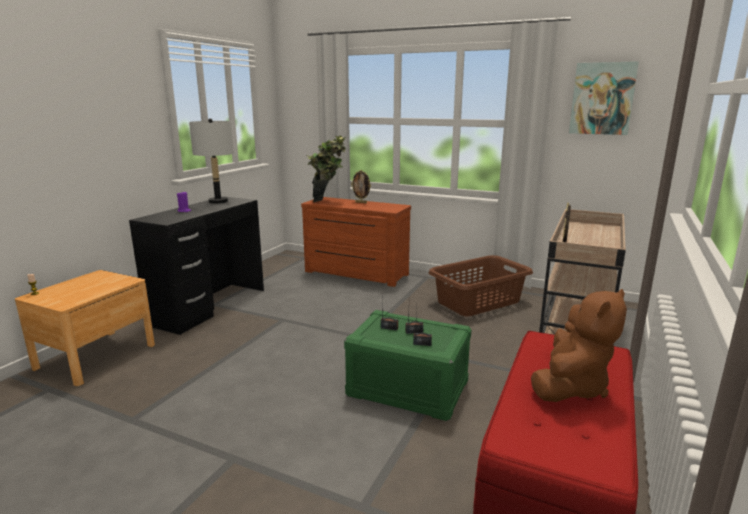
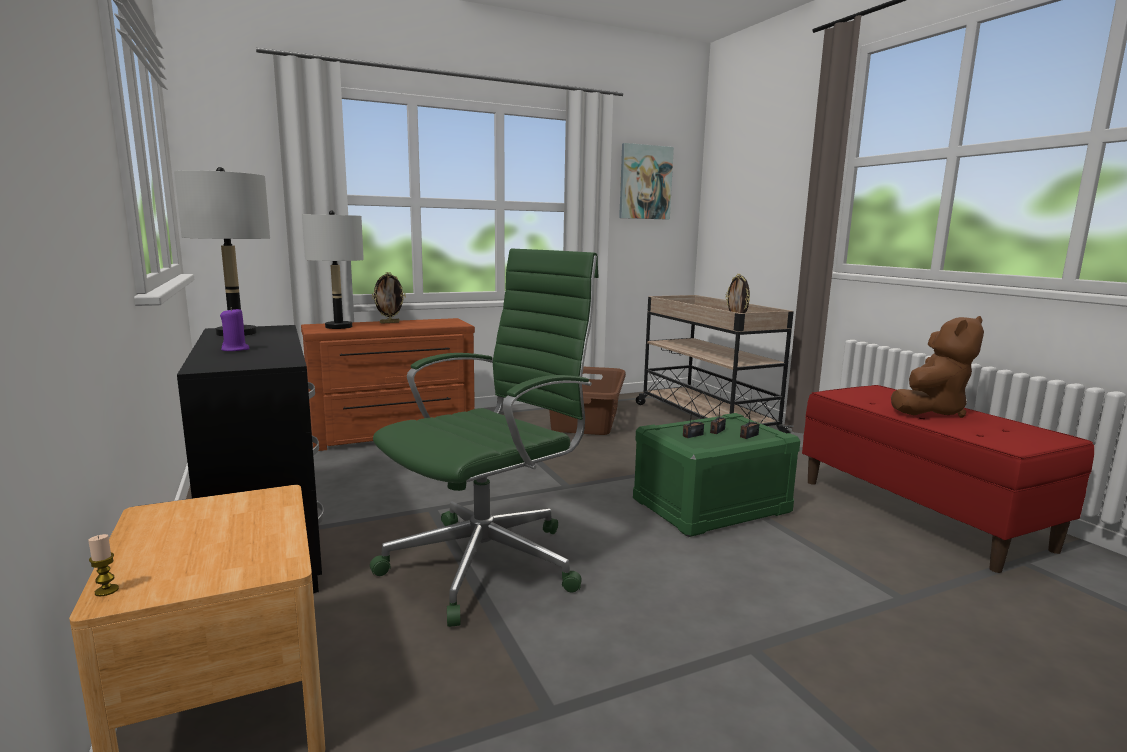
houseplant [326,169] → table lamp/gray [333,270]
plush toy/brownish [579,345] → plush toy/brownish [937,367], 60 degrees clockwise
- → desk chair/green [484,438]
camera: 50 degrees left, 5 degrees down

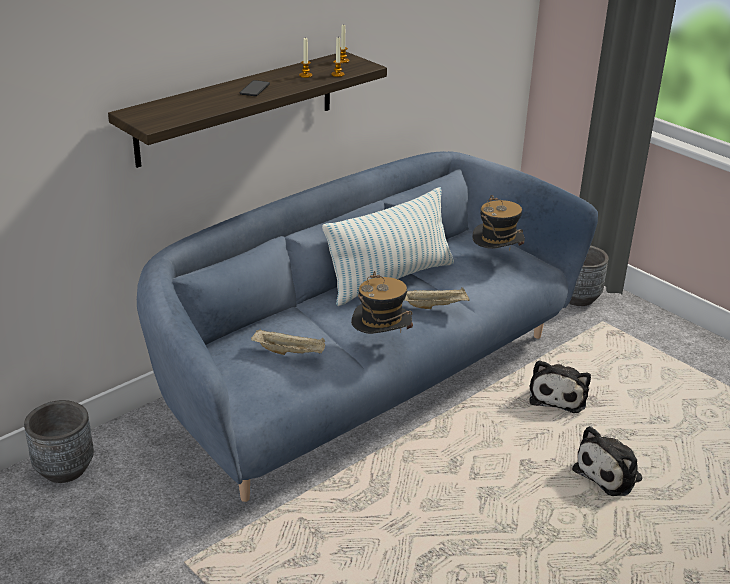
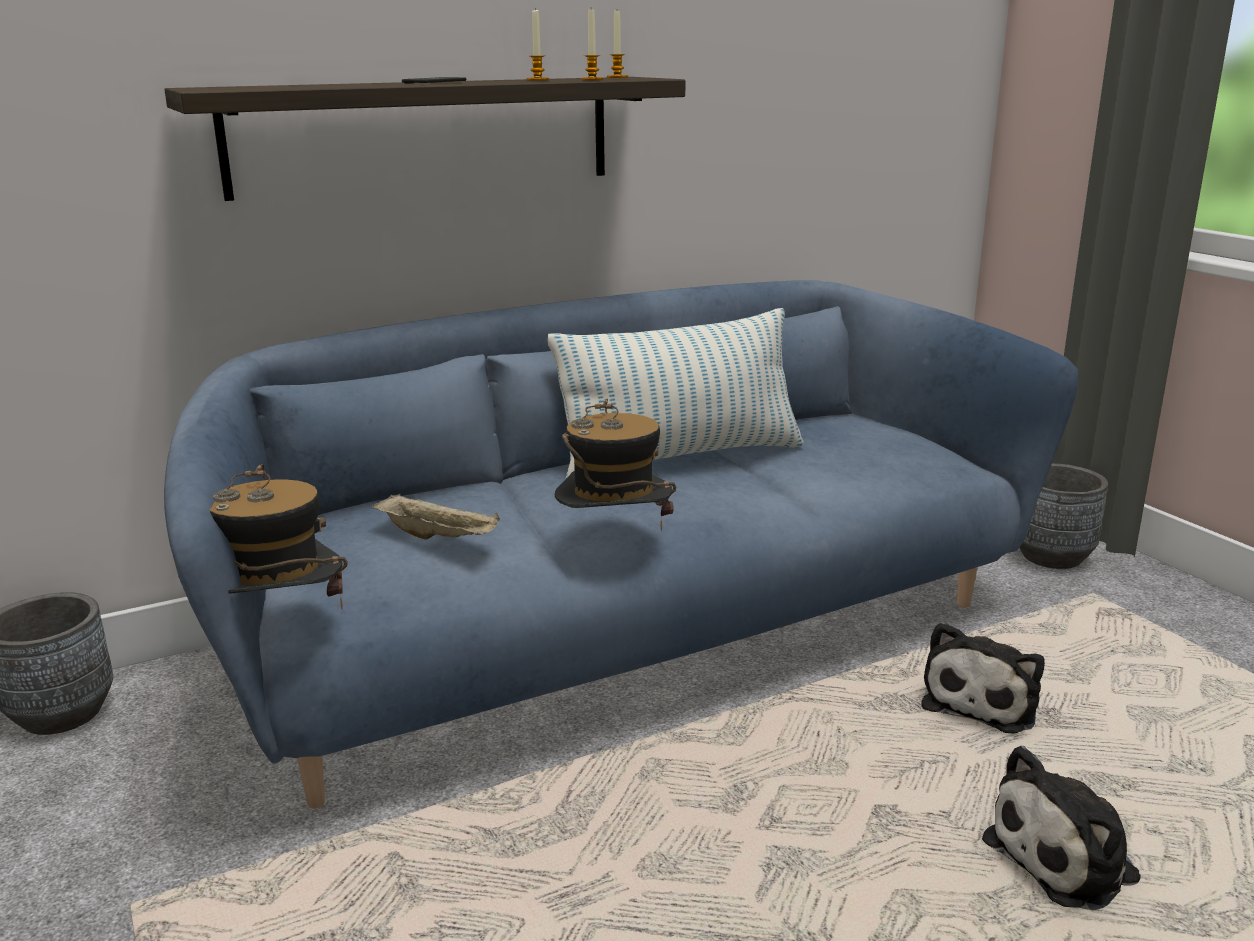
tray/beige [437,298] → -
hat [498,222] → hat [279,537], relocated
camera: 15 degrees right, 10 degrees down

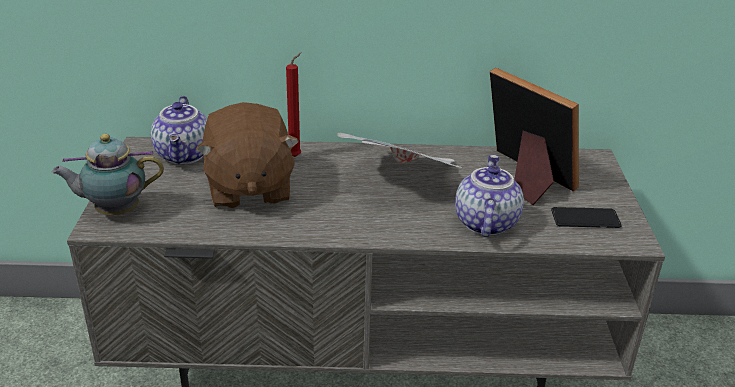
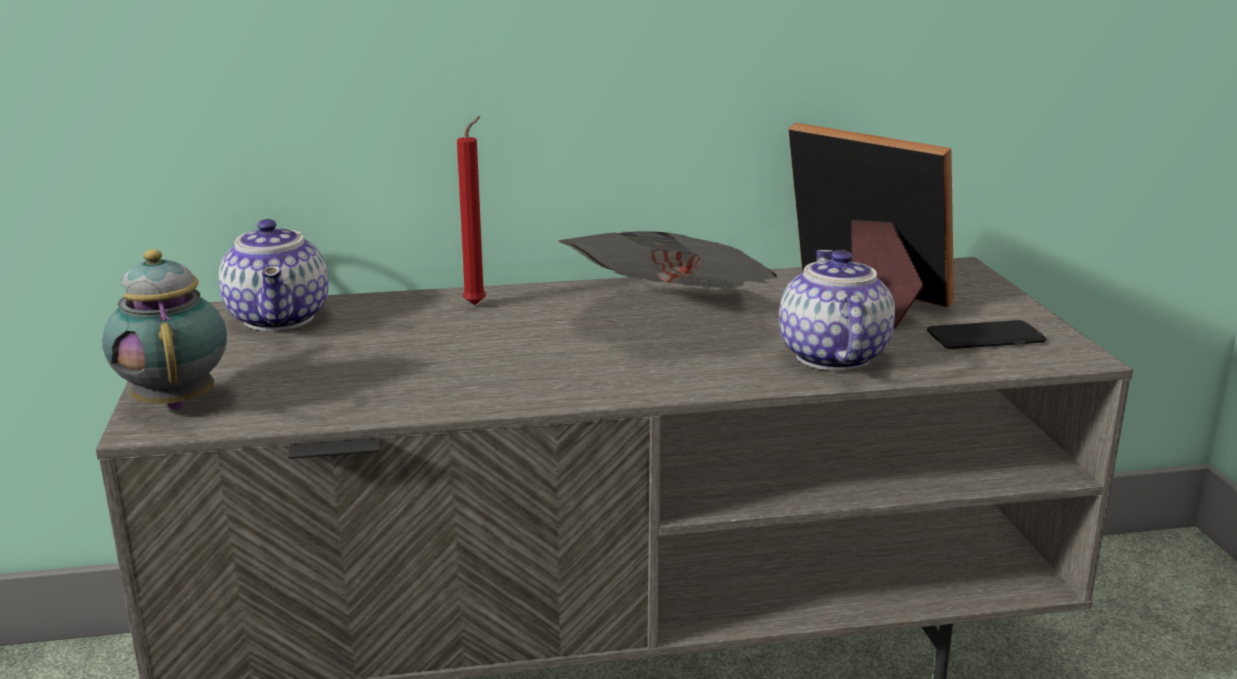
tea pot [107,174] → tea pot [164,329], 90 degrees clockwise
plush toy/brownish [247,155] → -
camera: 10 degrees left, 10 degrees down

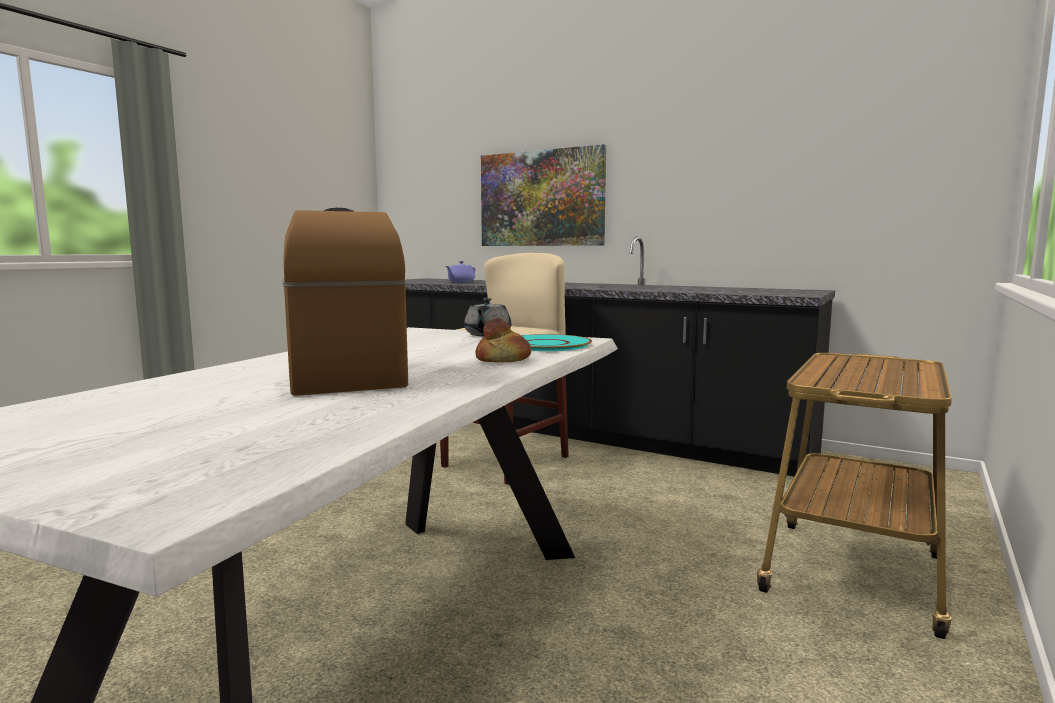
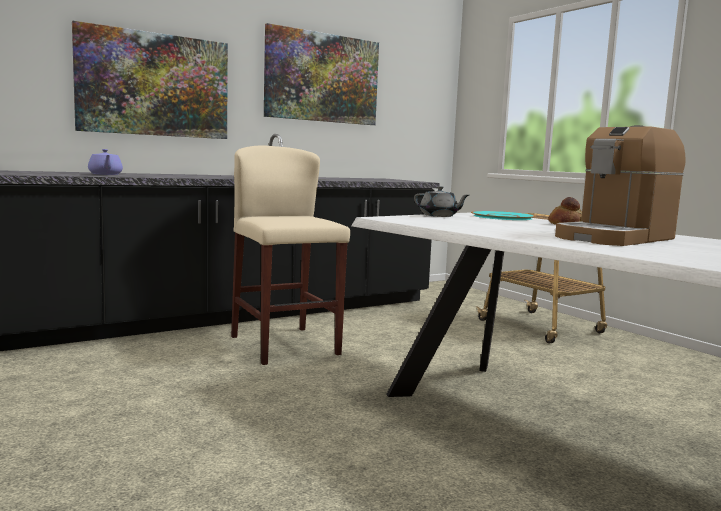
coffee machine [345,302] → coffee machine [620,185], 45 degrees counterclockwise
- → wall picture [321,74]
camera: 65 degrees left, 0 degrees up

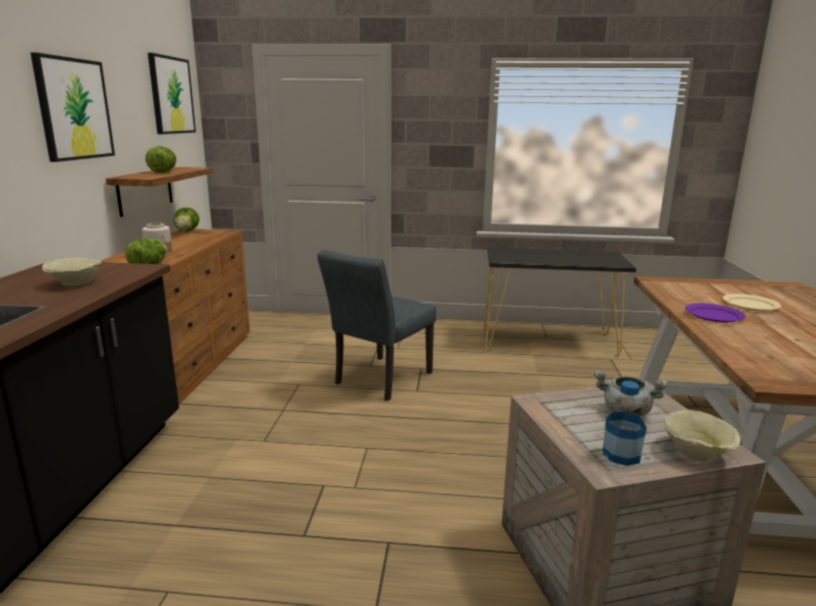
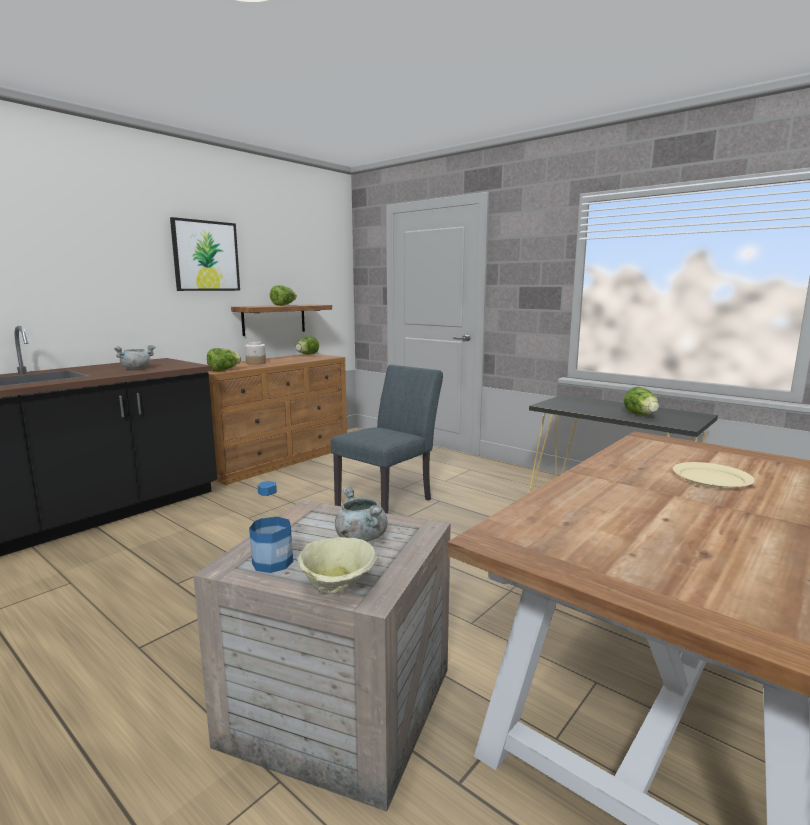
bowl/beige [72,272] → saucepot/gray [134,357]
wall picture [172,93] → -
upright chair/gray [376,325] → upright chair/gray [387,439], 150 degrees clockwise
dinner plate/purple [715,313] → -
- → lettuce head [641,401]
camera: 35 degrees right, 5 degrees down

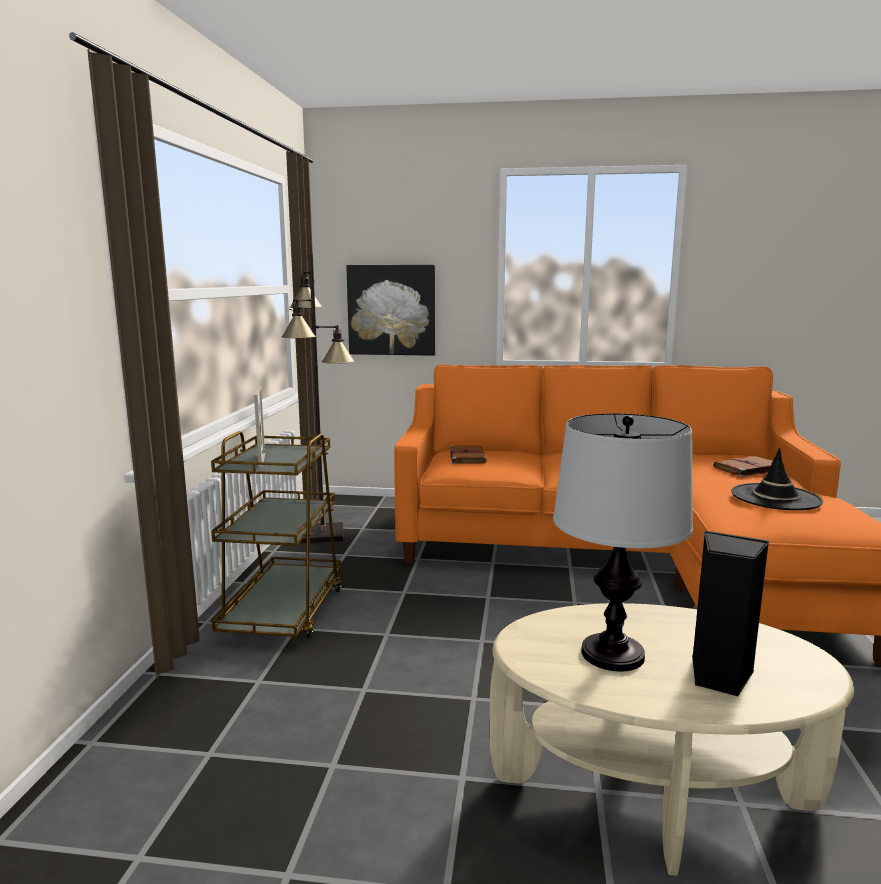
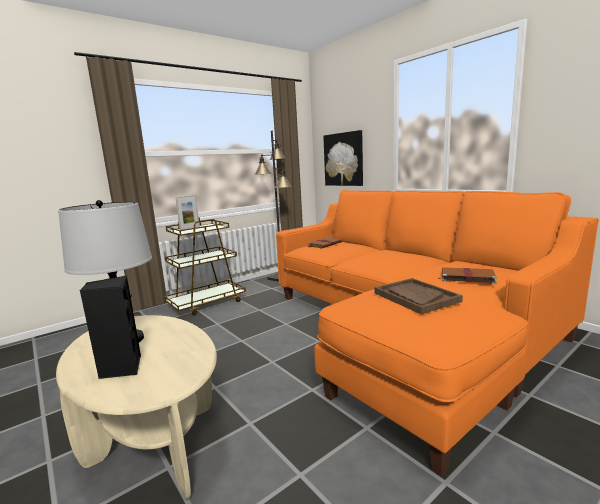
hat/blackish [777,479] → tray/brownish [418,296]
camera: 45 degrees right, 0 degrees up

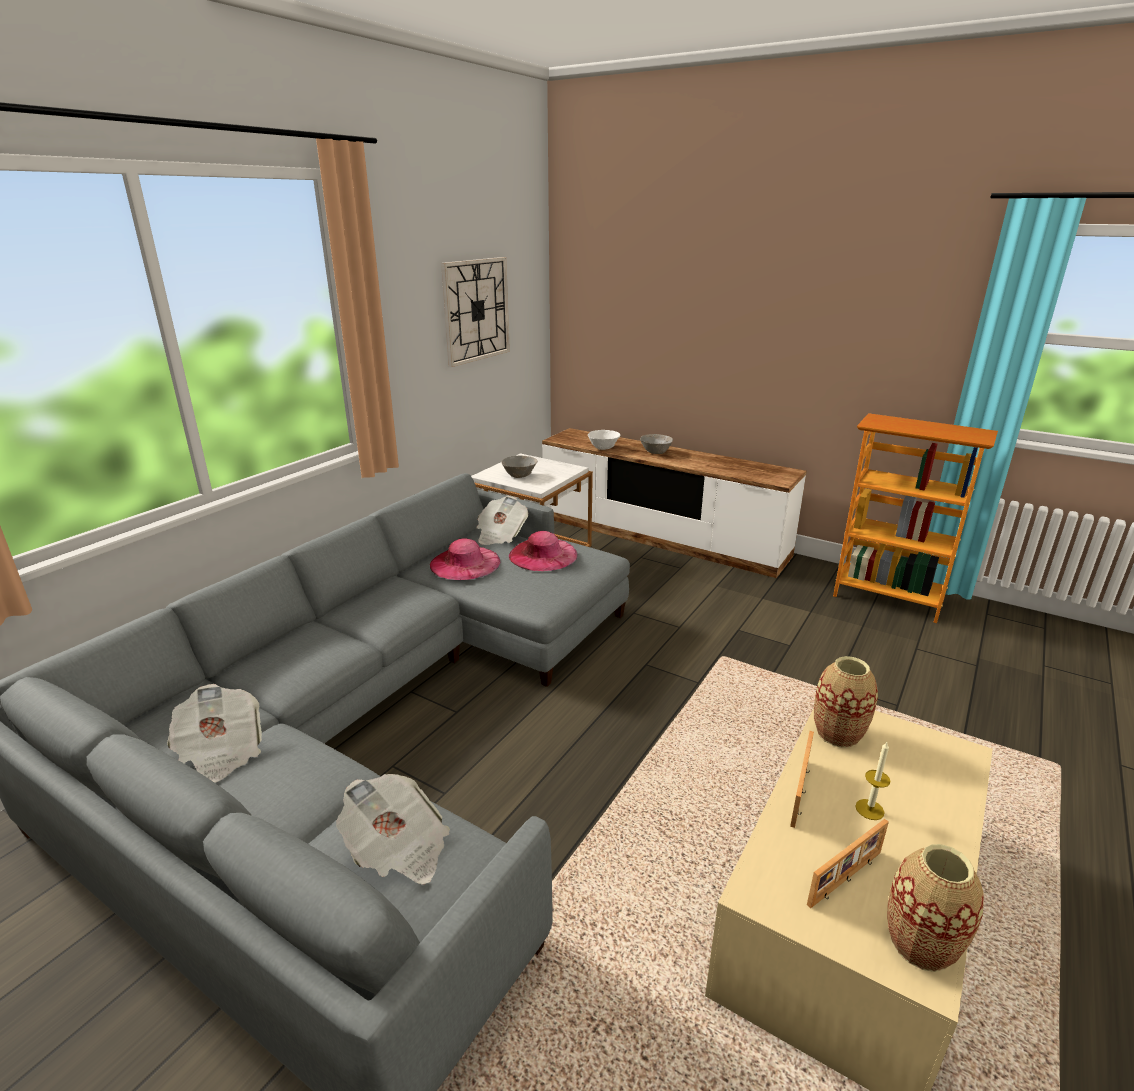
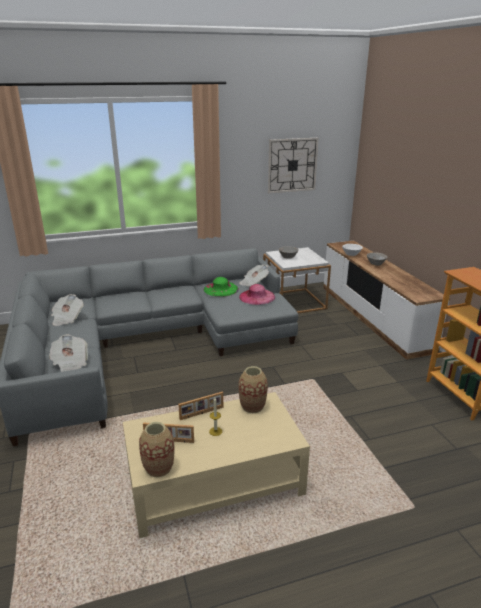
hat/pink-coloured [465,559] → hat/green [221,287]
camera: 40 degrees right, 0 degrees up

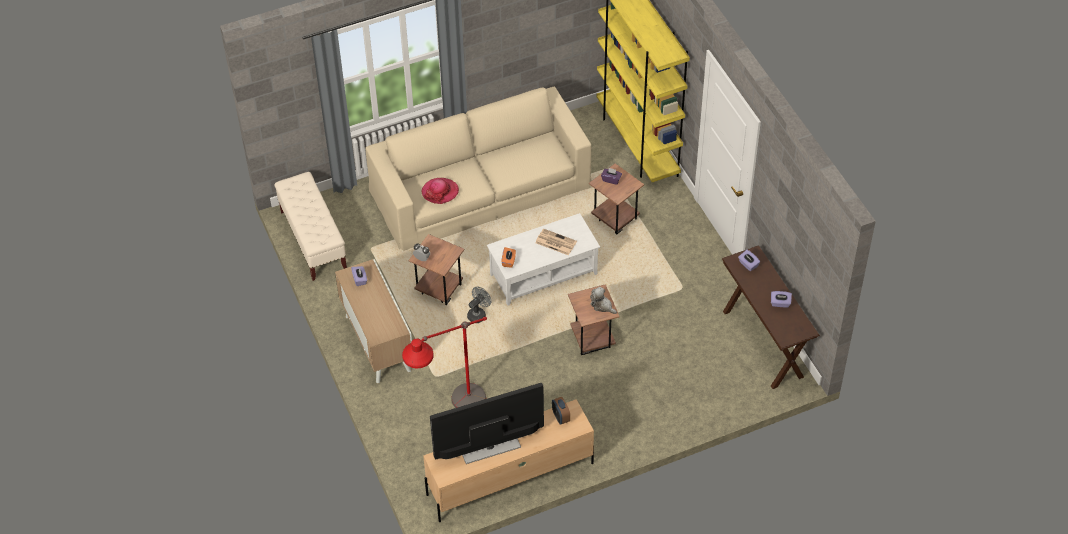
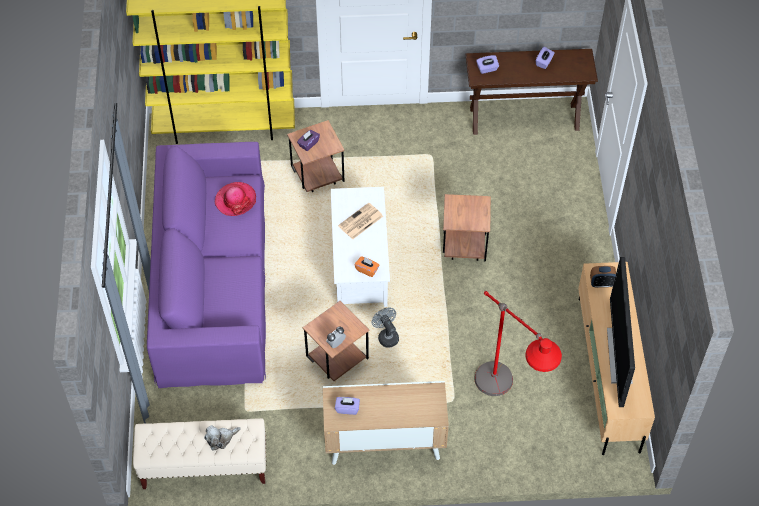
settee/beige [479,169] → settee/purple [206,265]
hat [440,191] → hat [235,199], relocated
plush toy [603,300] → plush toy [222,437], relocated
camera: 70 degrees left, 5 degrees up

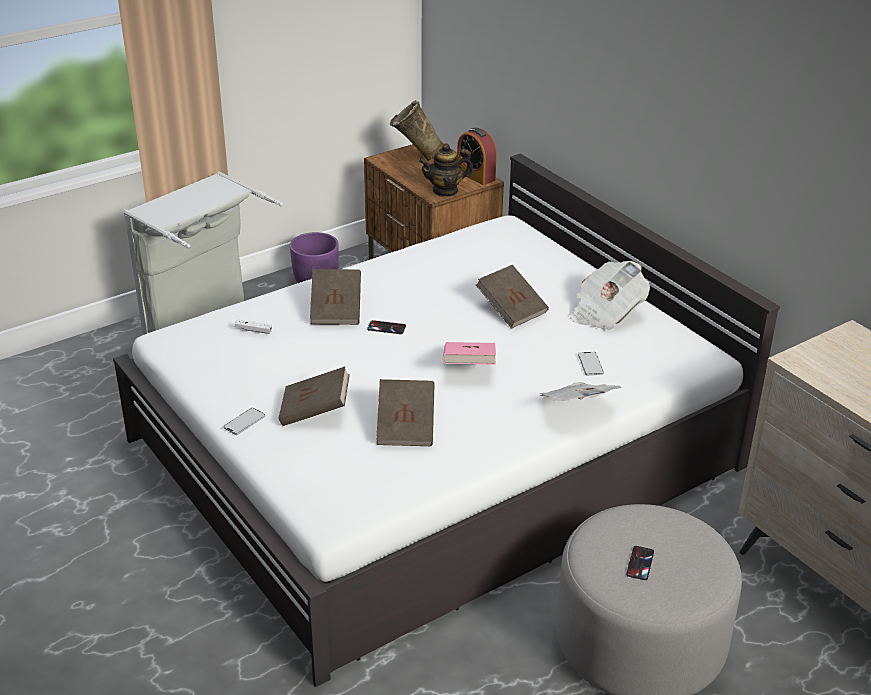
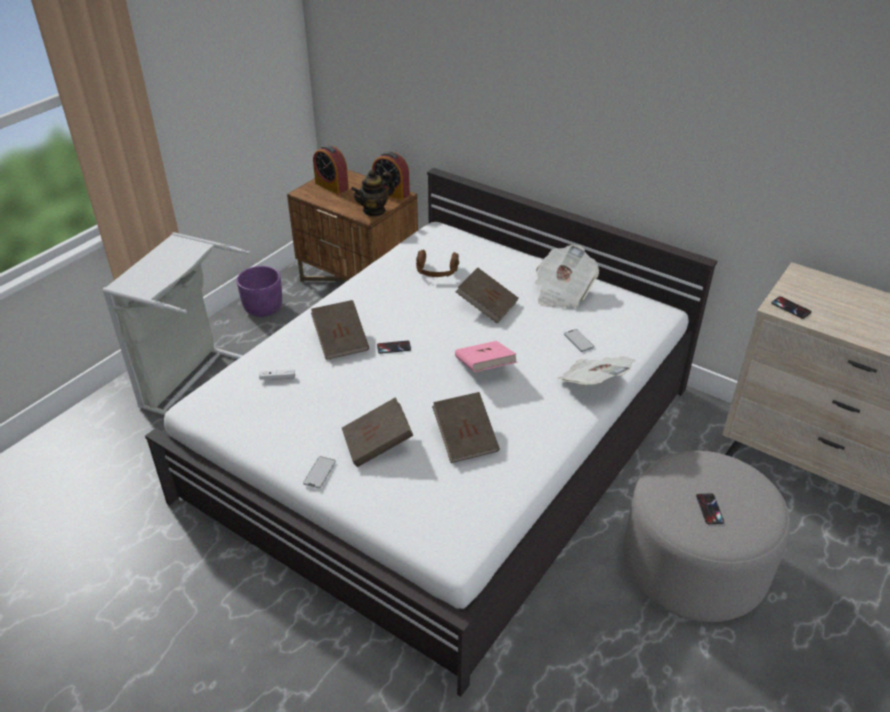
vase/beige [417,130] → alarm clock [331,169]
- → headphones/brownish [437,263]
- → phone [791,307]
camera: 20 degrees left, 5 degrees up

